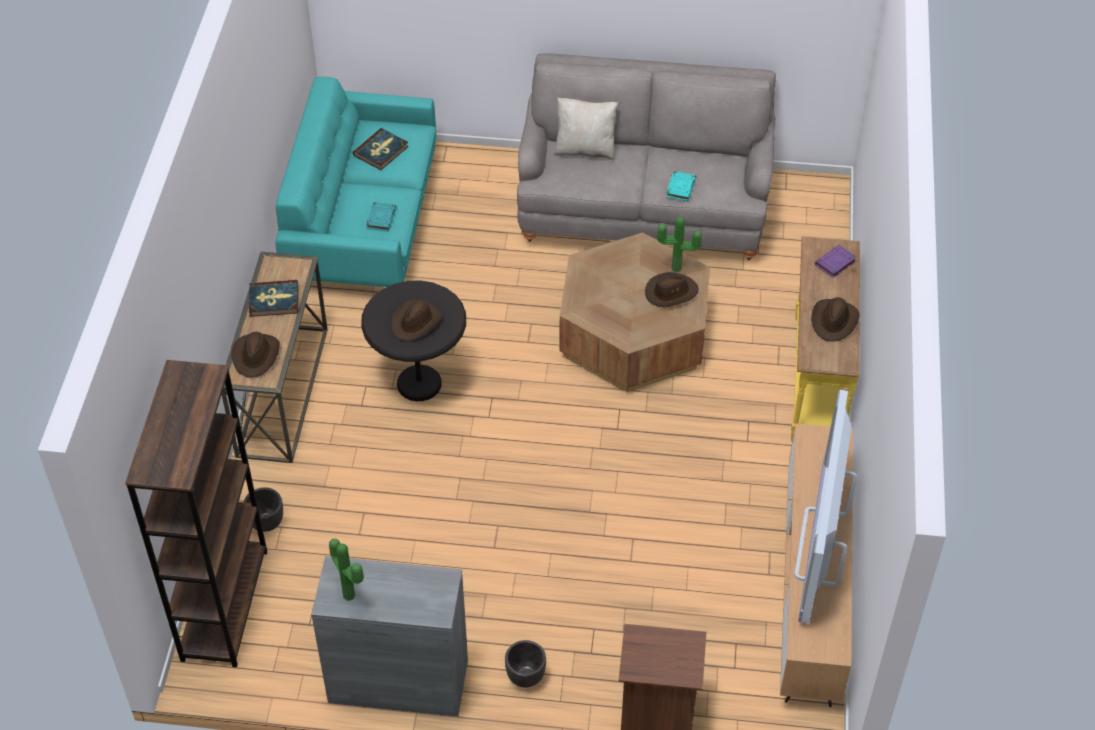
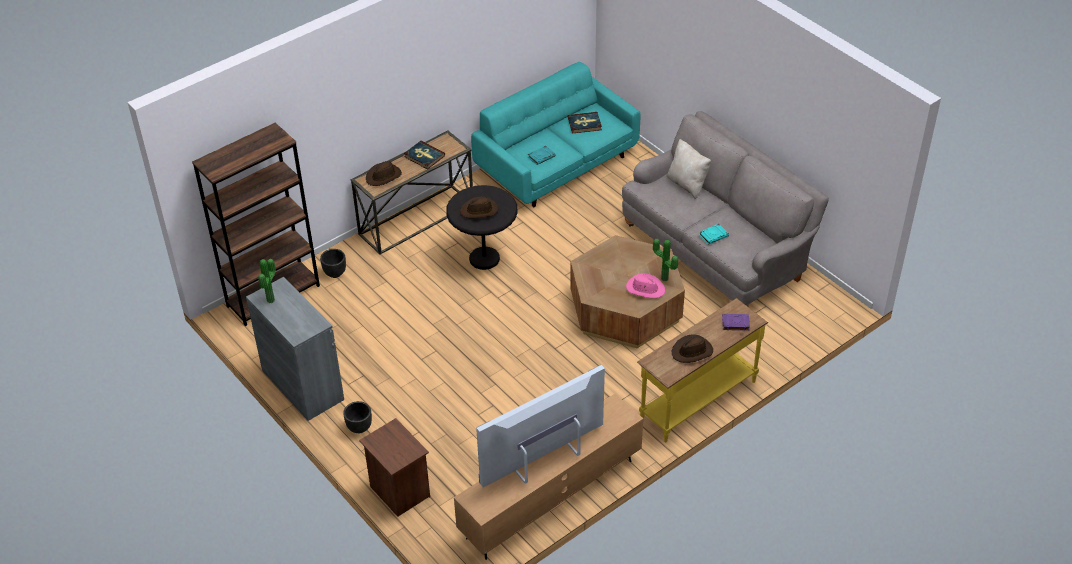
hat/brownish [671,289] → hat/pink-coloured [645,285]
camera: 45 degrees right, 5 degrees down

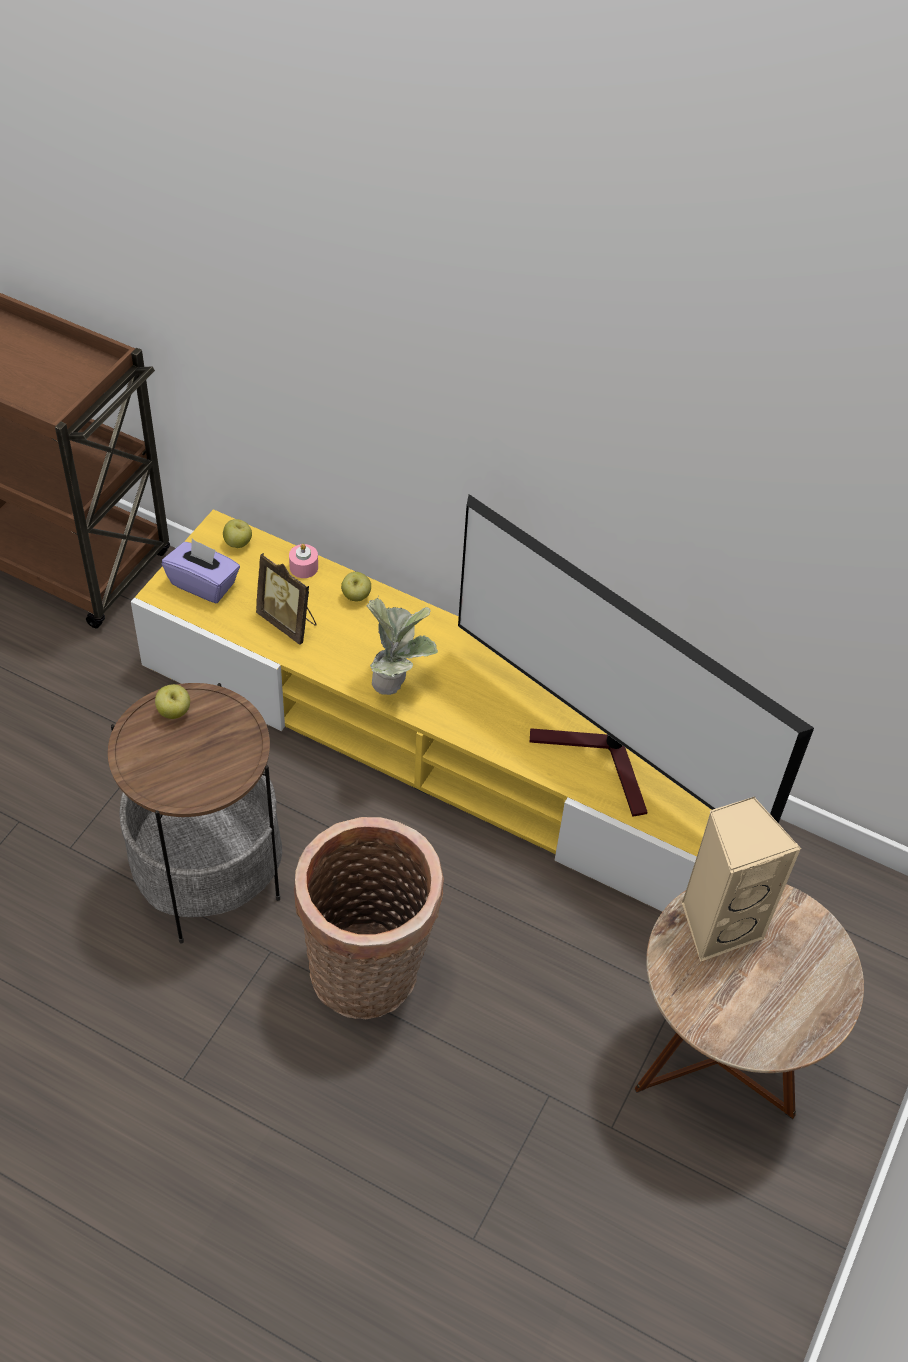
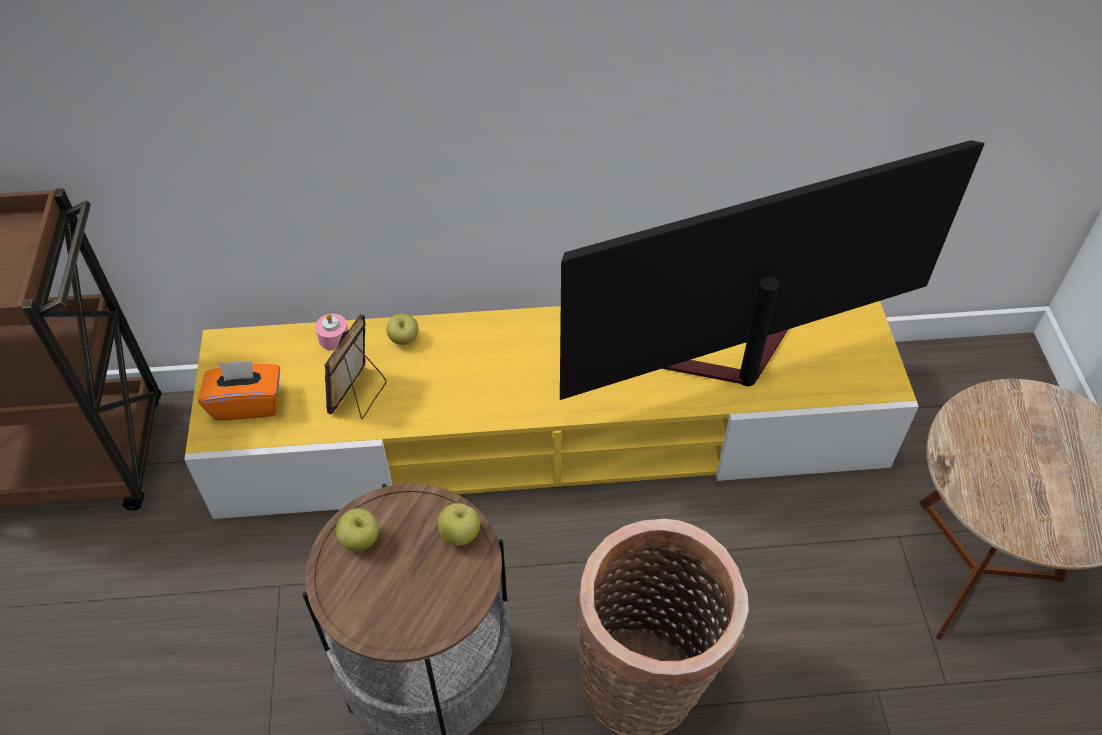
tissue box/purple [201,571] → tissue box/orange [239,391]
whole apple [237,533] → whole apple [459,524], relocated
photo frame [286,599] → photo frame [356,366], 105 degrees clockwise
houseplant [402,646] → -
television [636,658] → television [772,270], 150 degrees clockwise
audio speaker/beige [741,879] → -
camera: 30 degrees left, 0 degrees up

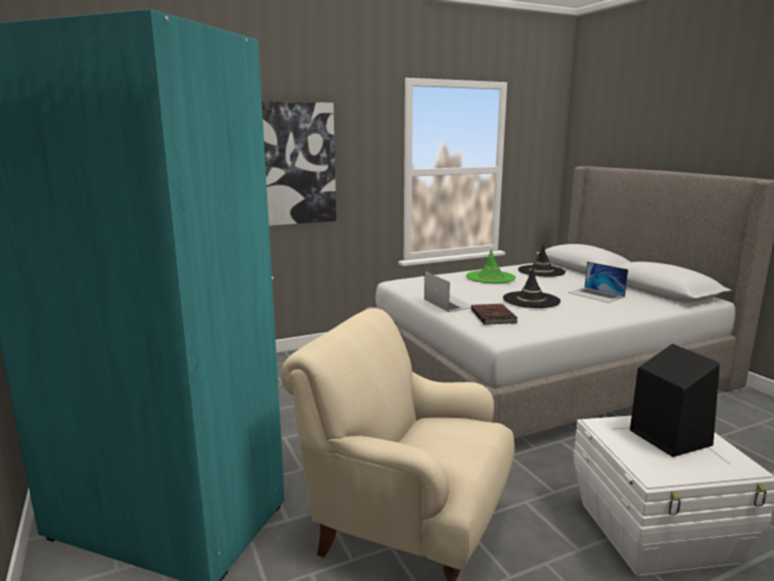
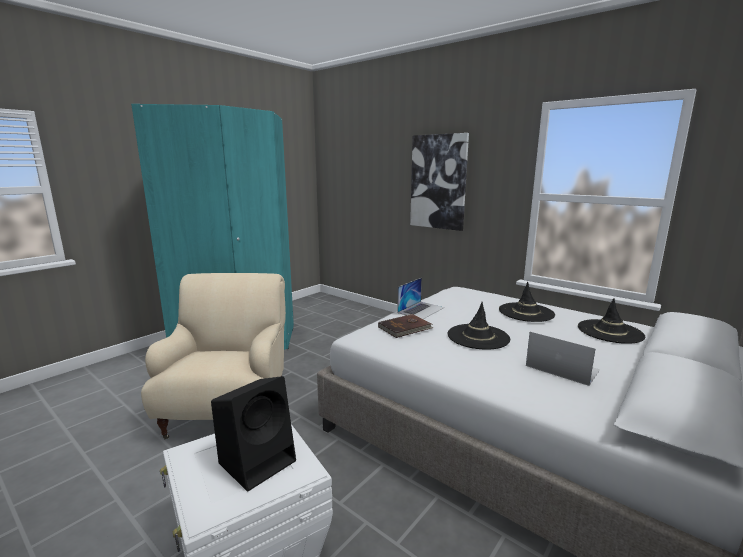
hat/green [491,266] → hat/blackish [527,302]
notebook computer [598,282] → notebook computer [563,359], 105 degrees clockwise
camera: 65 degrees right, 0 degrees up

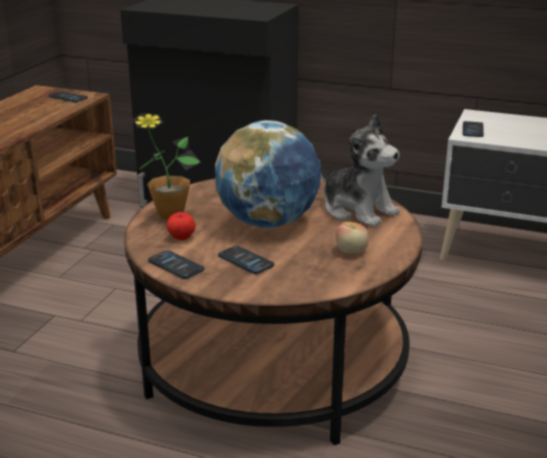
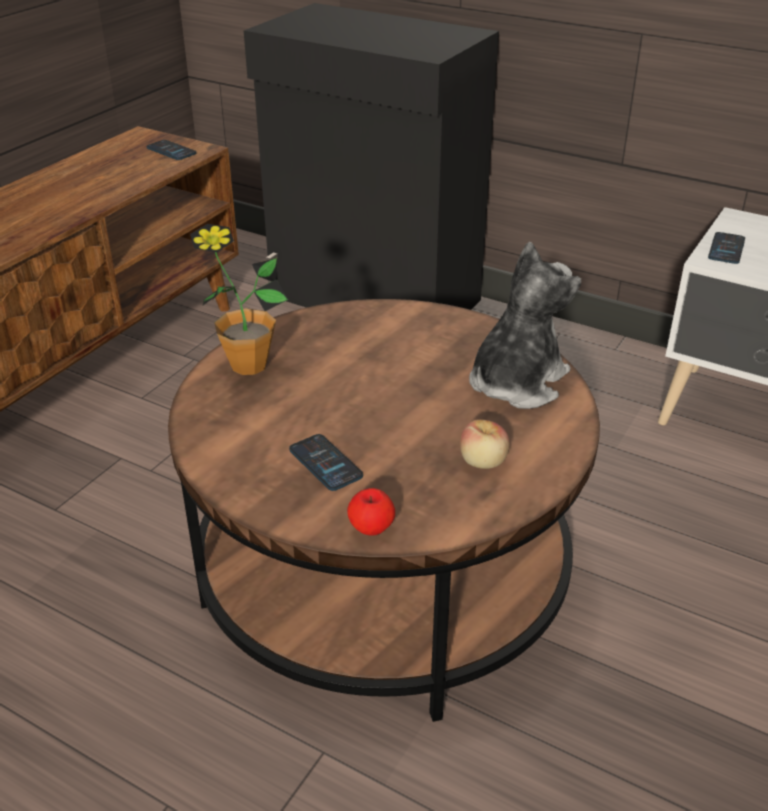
phone [176,264] → -
whole apple [181,226] → whole apple [371,512], relocated
globe [268,174] → -
plush toy [359,170] → plush toy [525,325], 105 degrees counterclockwise
camera: 10 degrees right, 10 degrees up

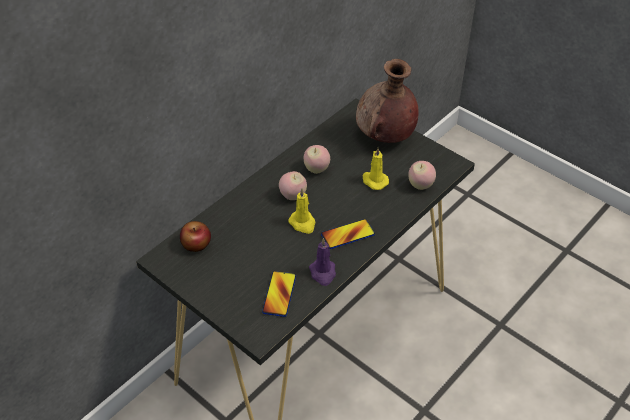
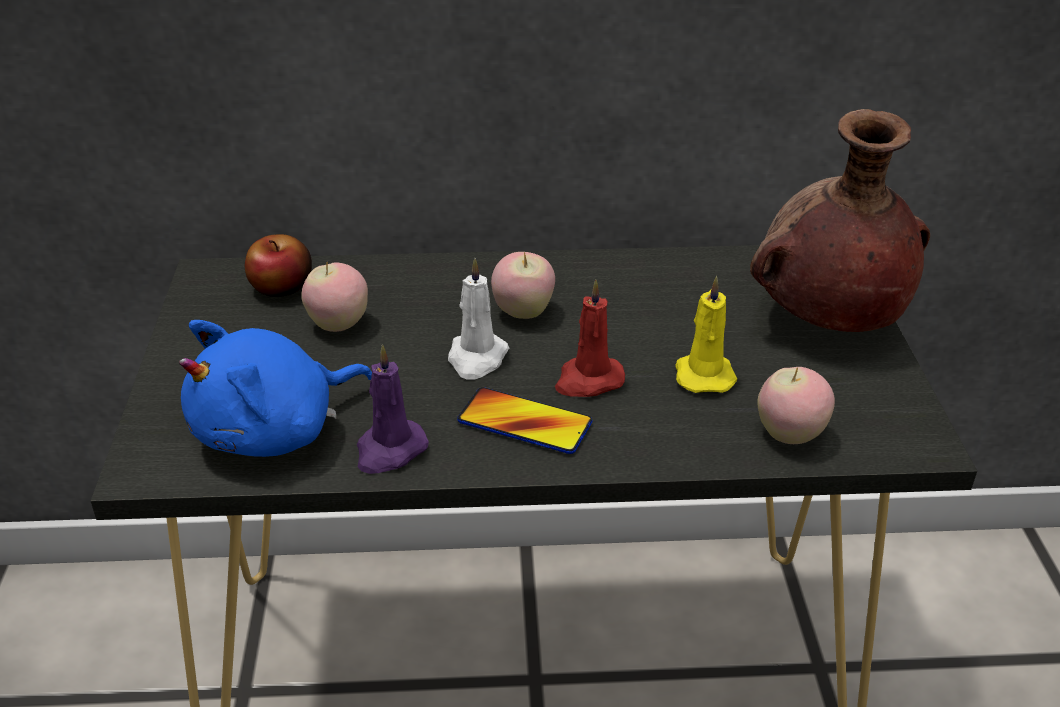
phone [279,294] → plush toy/blue [275,388]
wax light/yellow-coloured [302,211] → wax light/whitish [478,319]
whole apple [317,159] → whole apple [334,297], relocated
- → wax light/red-coloured [590,338]
camera: 45 degrees right, 10 degrees down

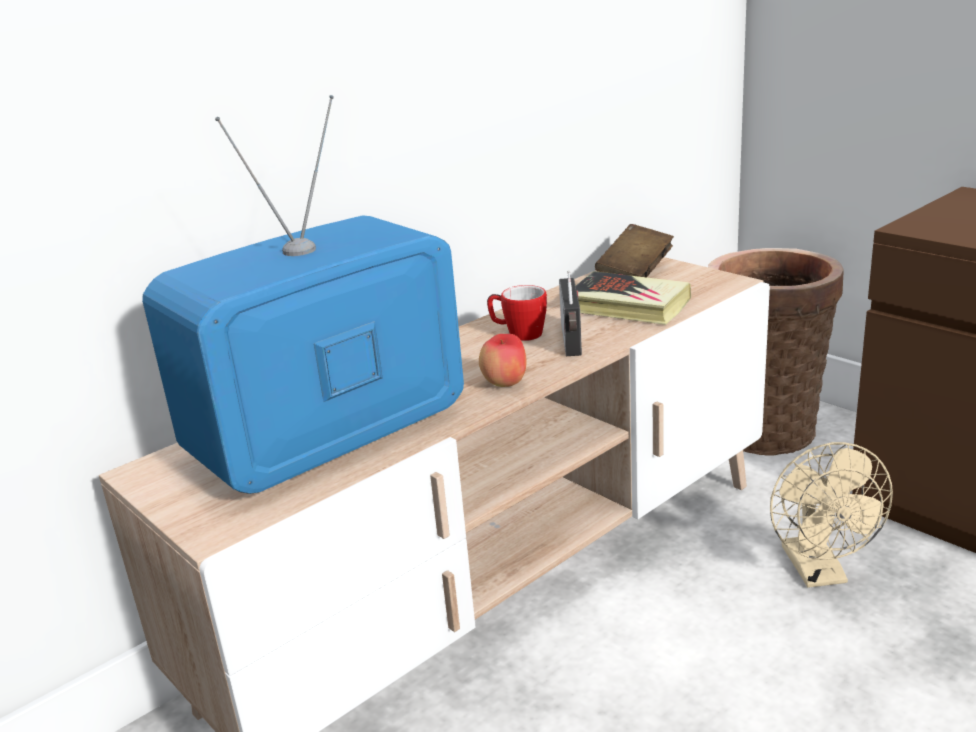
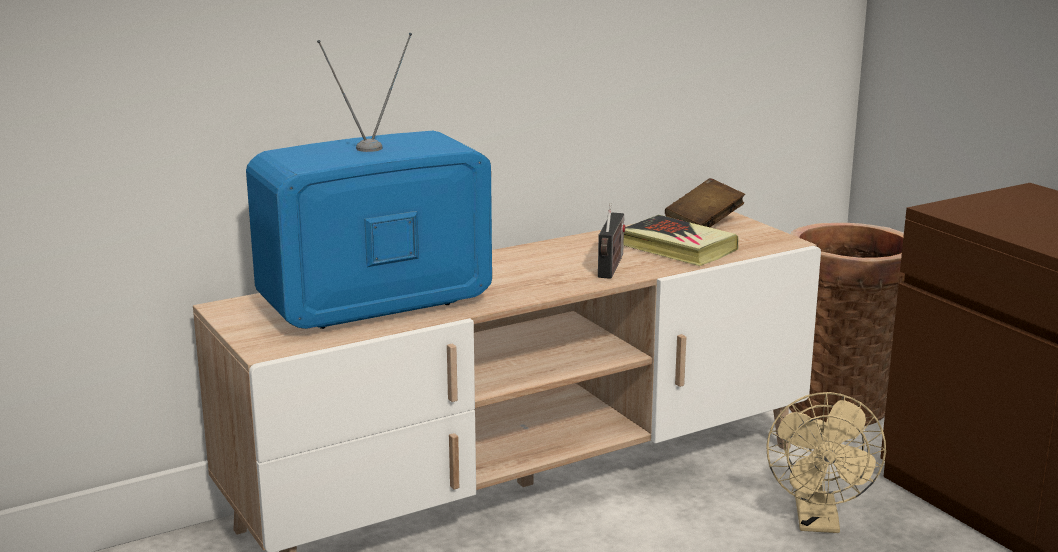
whole apple [502,360] → -
coffee mug [517,313] → -
camera: 10 degrees right, 5 degrees down

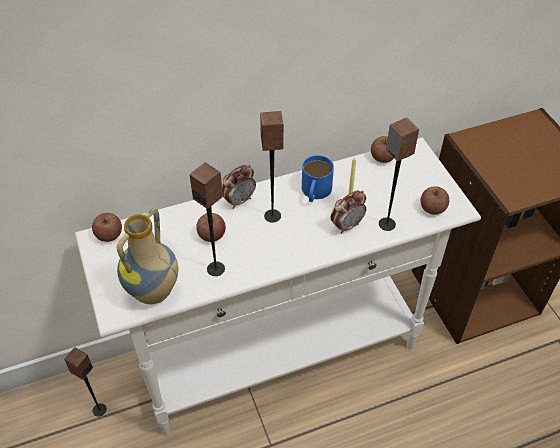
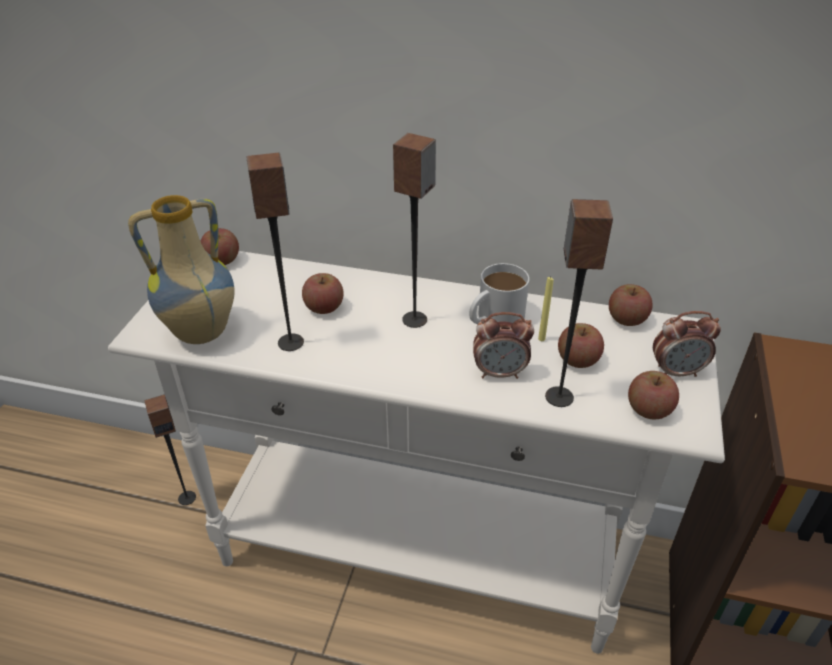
alarm clock [239,187] → alarm clock [687,344], relocated
coffee mug/blue [318,178] → coffee mug/whitish [499,293]
- → whole apple [581,345]
camera: 35 degrees right, 10 degrees down

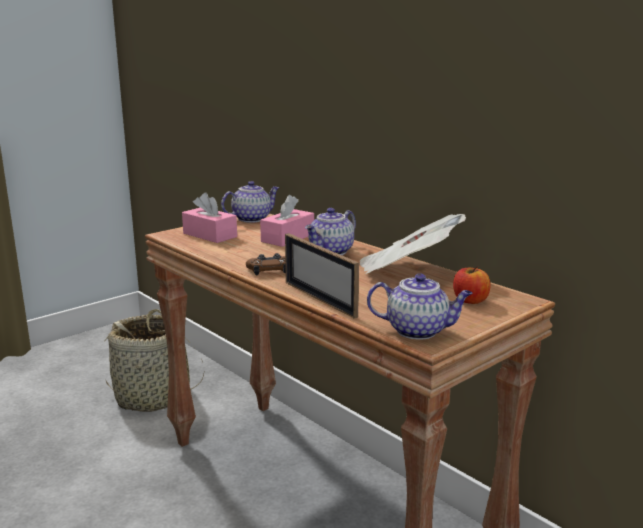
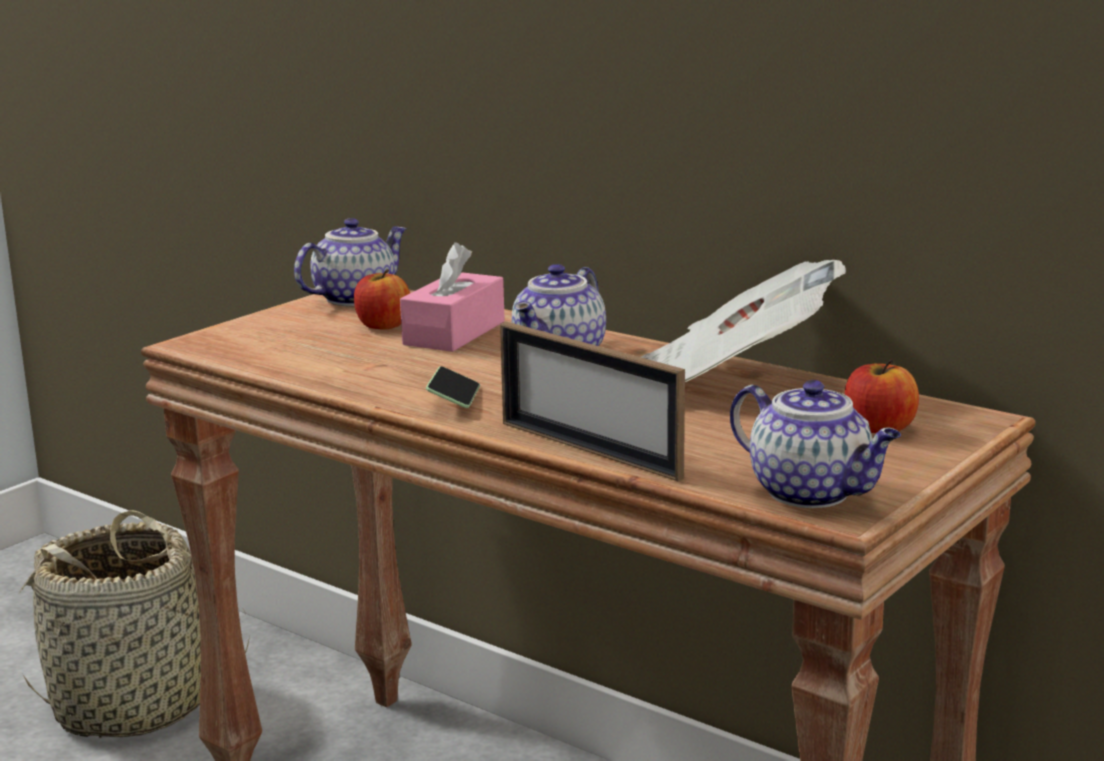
tissue box/pink-coloured [209,217] → -
gamepad/brownish [266,264] → phone [453,387]
tea pot [420,306] → tea pot [815,444], 45 degrees clockwise
- → whole apple [382,299]
camera: 10 degrees left, 0 degrees up

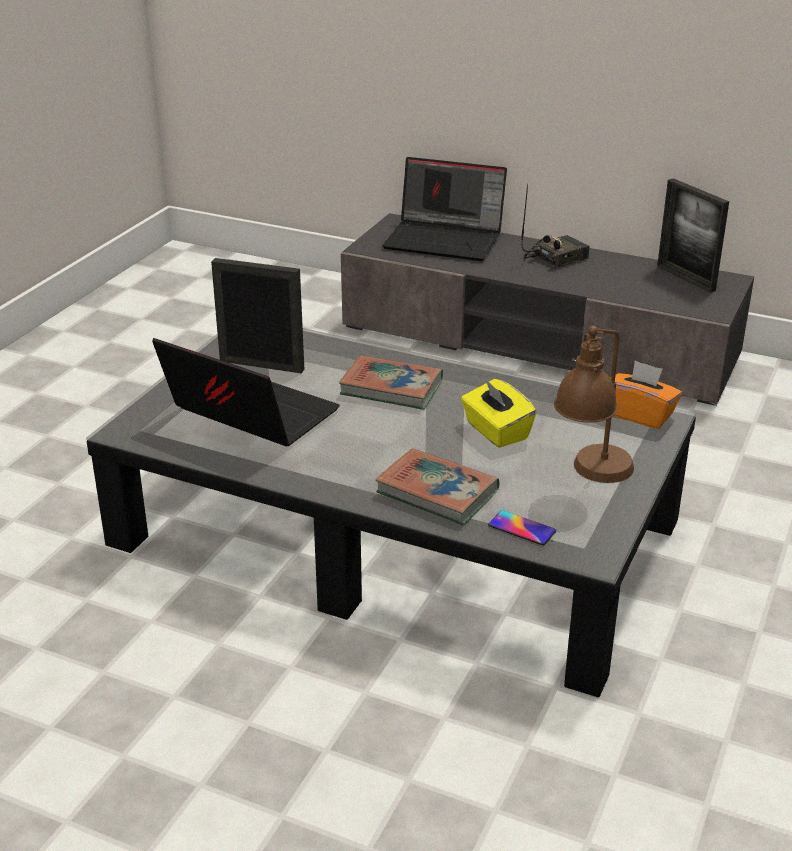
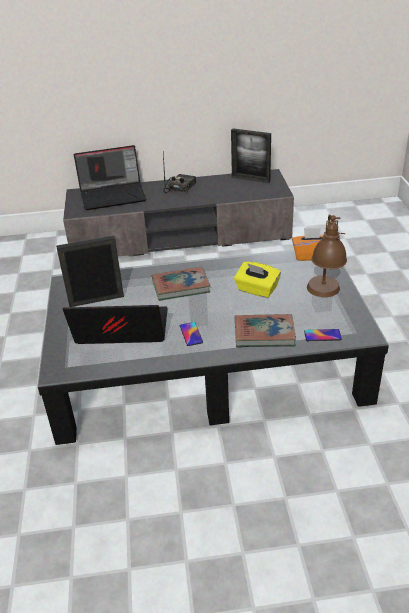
- → phone [191,334]
camera: 30 degrees left, 5 degrees up

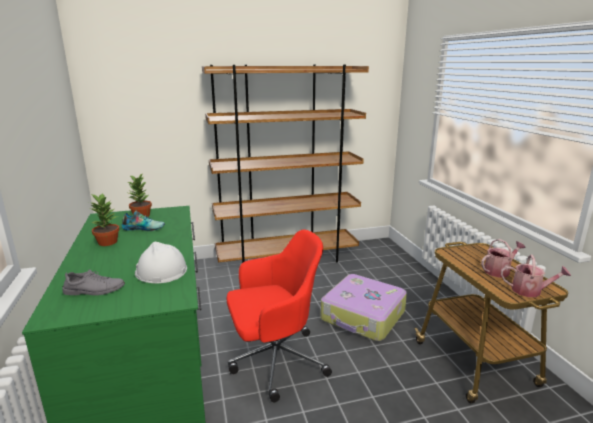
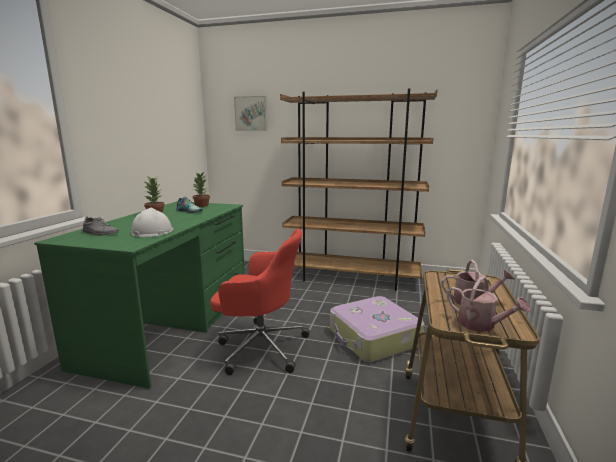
- → wall picture [251,113]
camera: 30 degrees right, 5 degrees down

